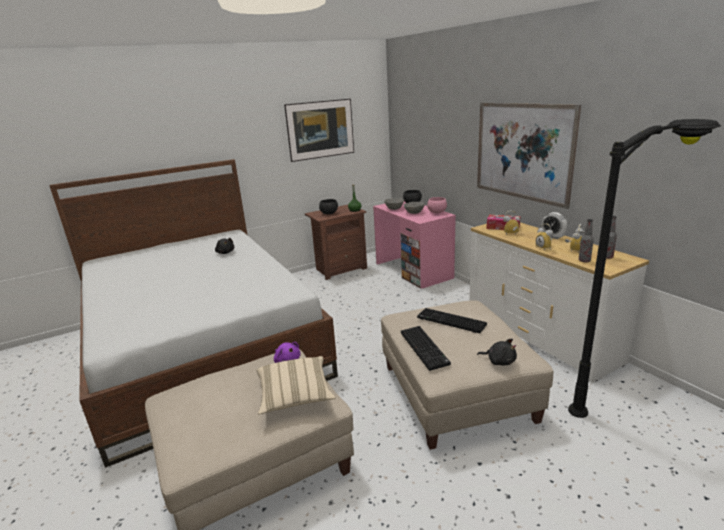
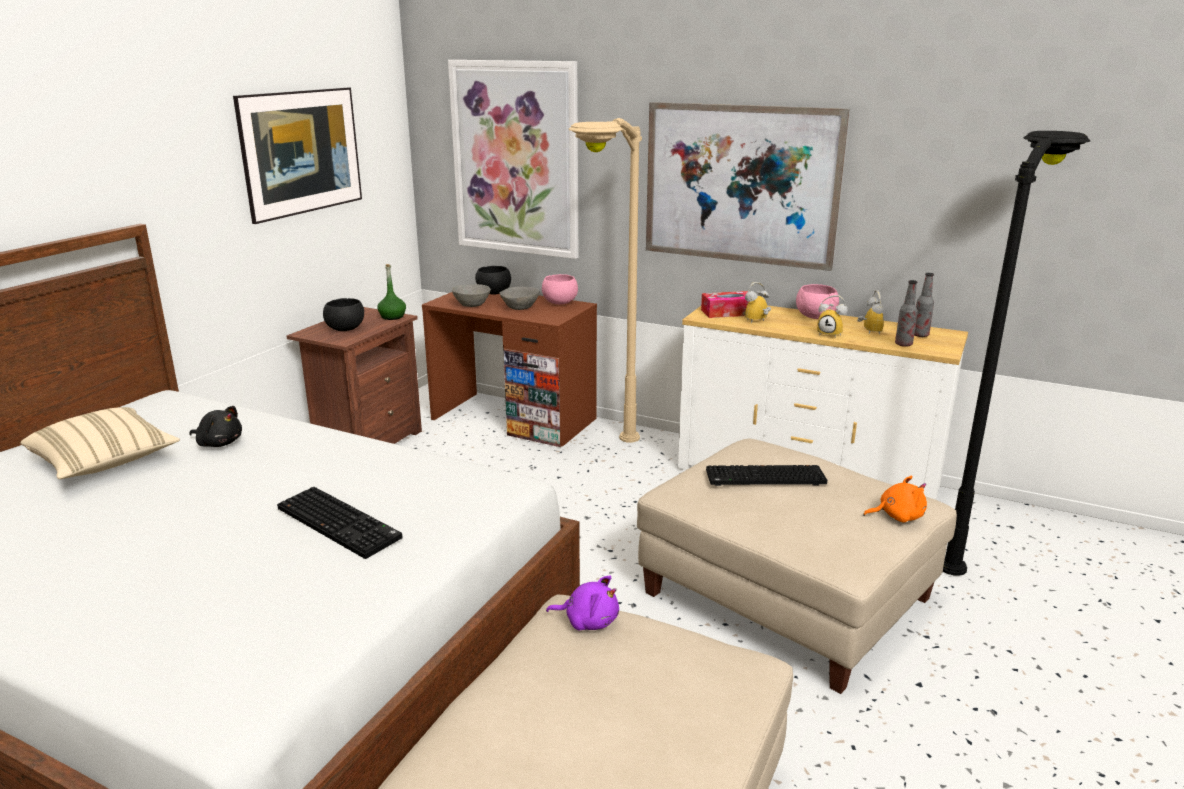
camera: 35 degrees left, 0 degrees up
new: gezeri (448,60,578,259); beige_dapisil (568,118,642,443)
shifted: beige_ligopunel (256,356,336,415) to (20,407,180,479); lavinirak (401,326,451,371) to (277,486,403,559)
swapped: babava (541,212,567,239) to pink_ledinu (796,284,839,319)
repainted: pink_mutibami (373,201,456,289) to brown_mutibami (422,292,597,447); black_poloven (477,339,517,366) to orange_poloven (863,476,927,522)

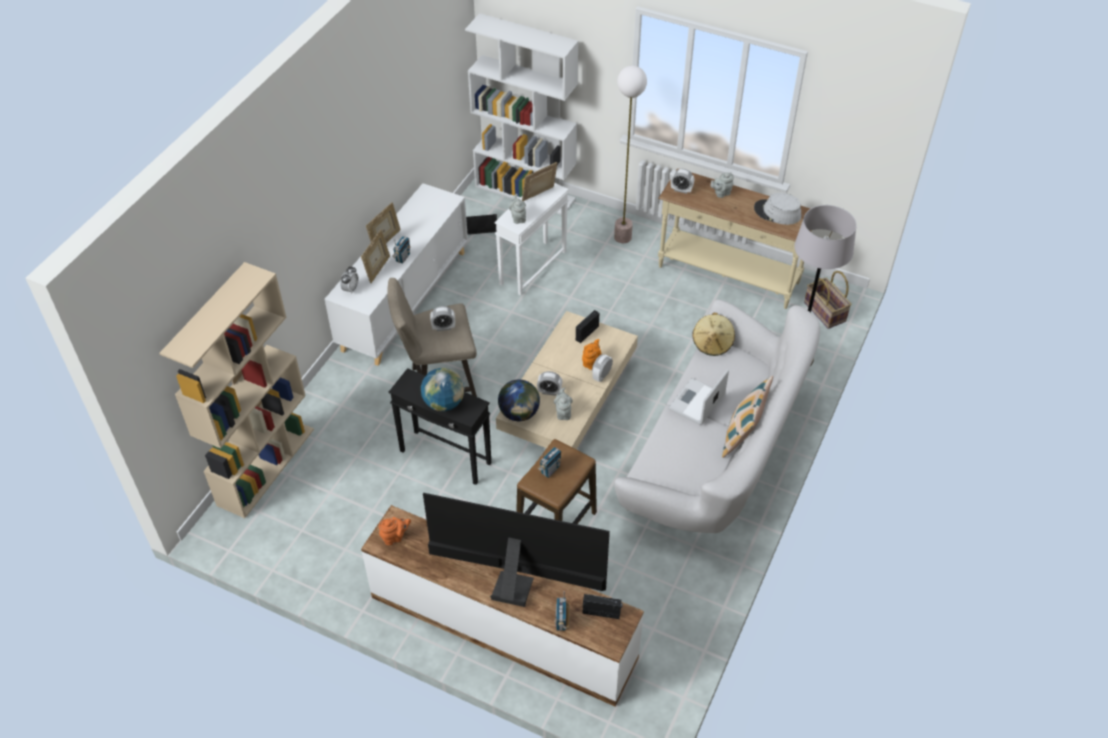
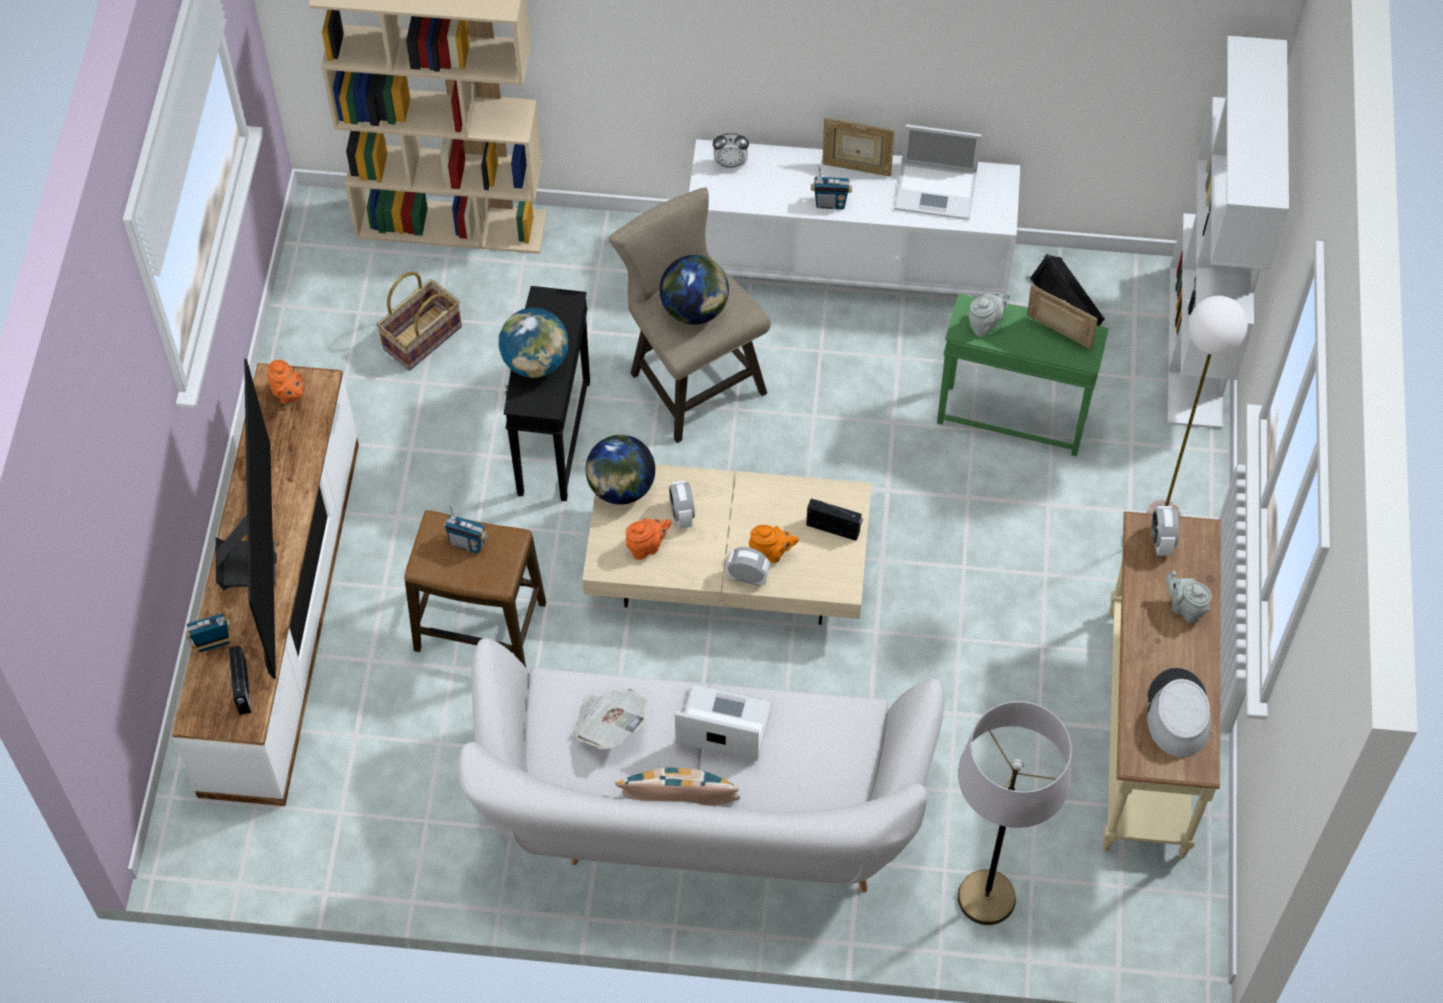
camera: 70 degrees right, 10 degrees up
gone: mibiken (361,229,390,283); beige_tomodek (692,313,735,356)
new: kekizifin (572,689,647,749); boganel (894,124,982,220)
shifted: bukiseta (804,271,852,329) to (377,272,462,370)
swapped: babava (430,306,455,331) to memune (660,255,729,325)
repainted: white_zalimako (494,183,569,296) to green_zalimako (937,294,1109,456); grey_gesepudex (554,387,573,420) to orange_gesepudex (626,518,671,560)

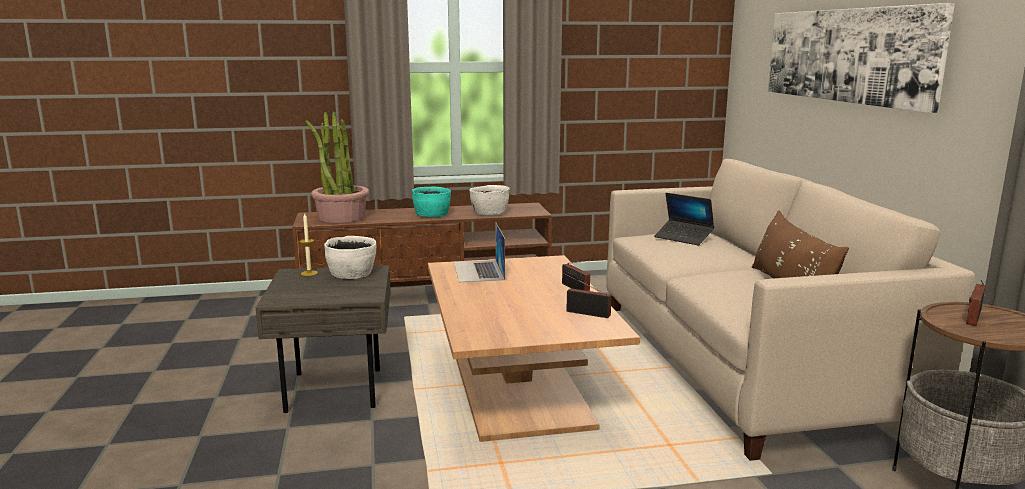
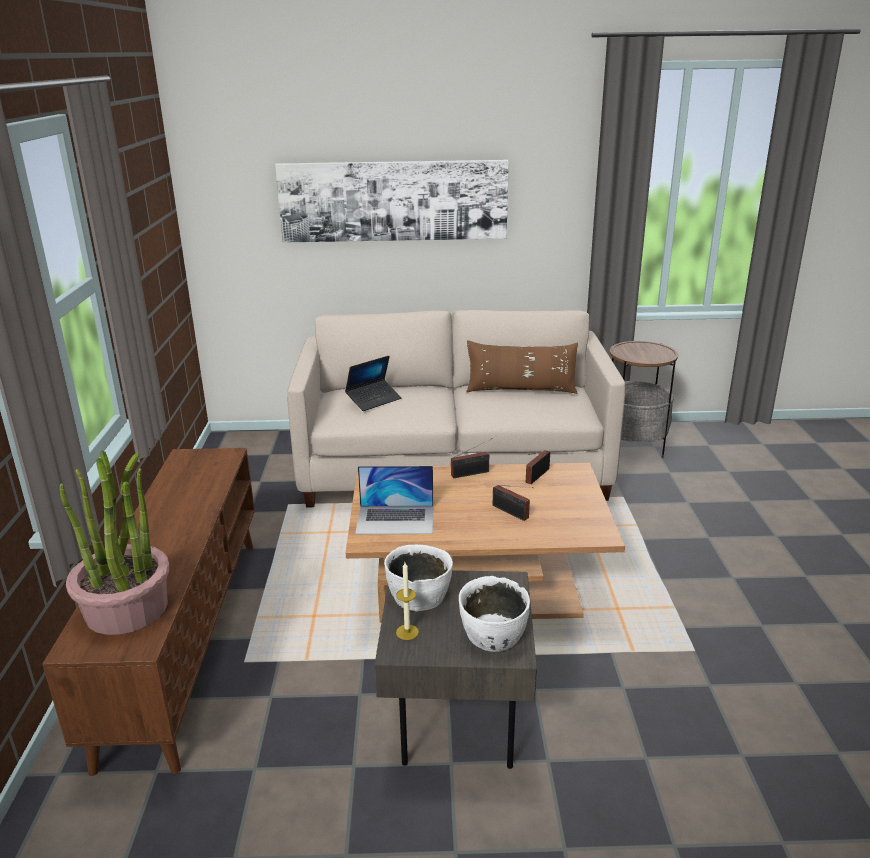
camera: 80 degrees left, 10 degrees up
gone: turquoise_ledinu (412,187,451,217)
shifted: white_ledinu (469,185,510,215) to (459,576,530,652); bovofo (966,280,986,326) to (493,485,533,521)

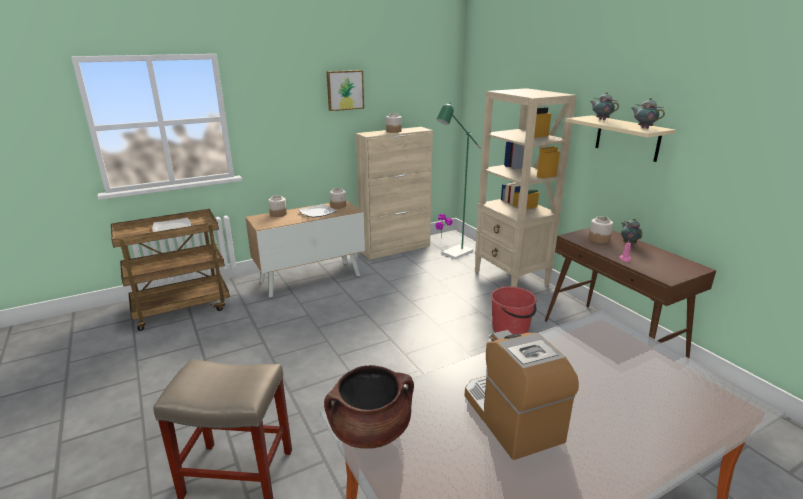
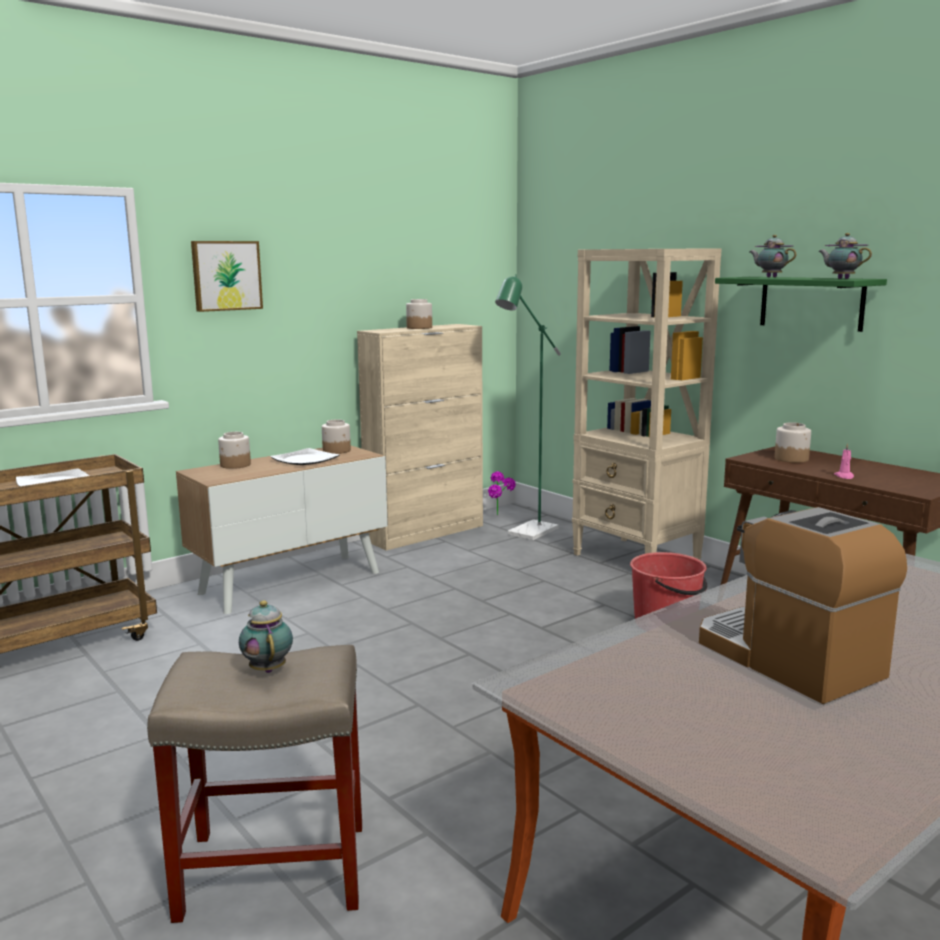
camera: 10 degrees left, 10 degrees down
gone: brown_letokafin (324,365,414,448)
shifted: gezeri (327,70,364,111) to (191,241,263,312); gesepudex (621,218,642,245) to (239,600,293,673)
repainted: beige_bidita (565,115,676,162) to green_bidita (715,277,887,332)

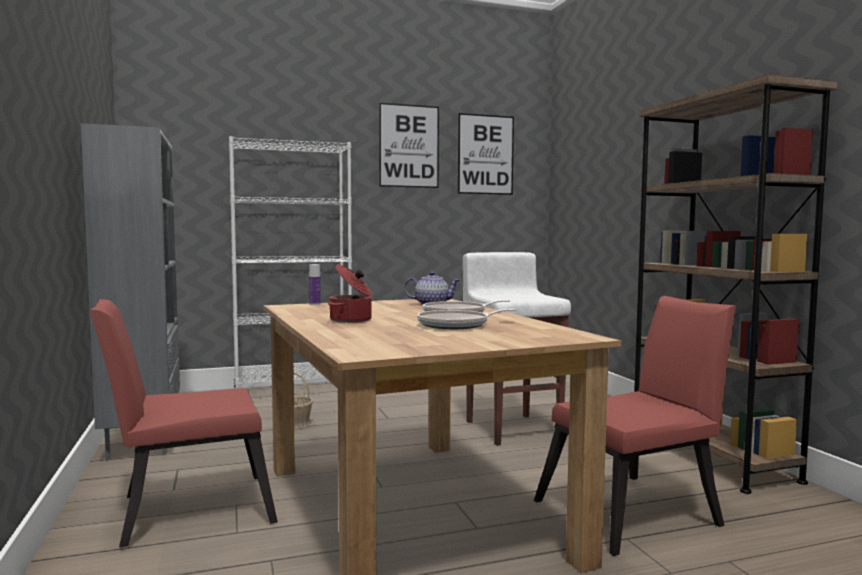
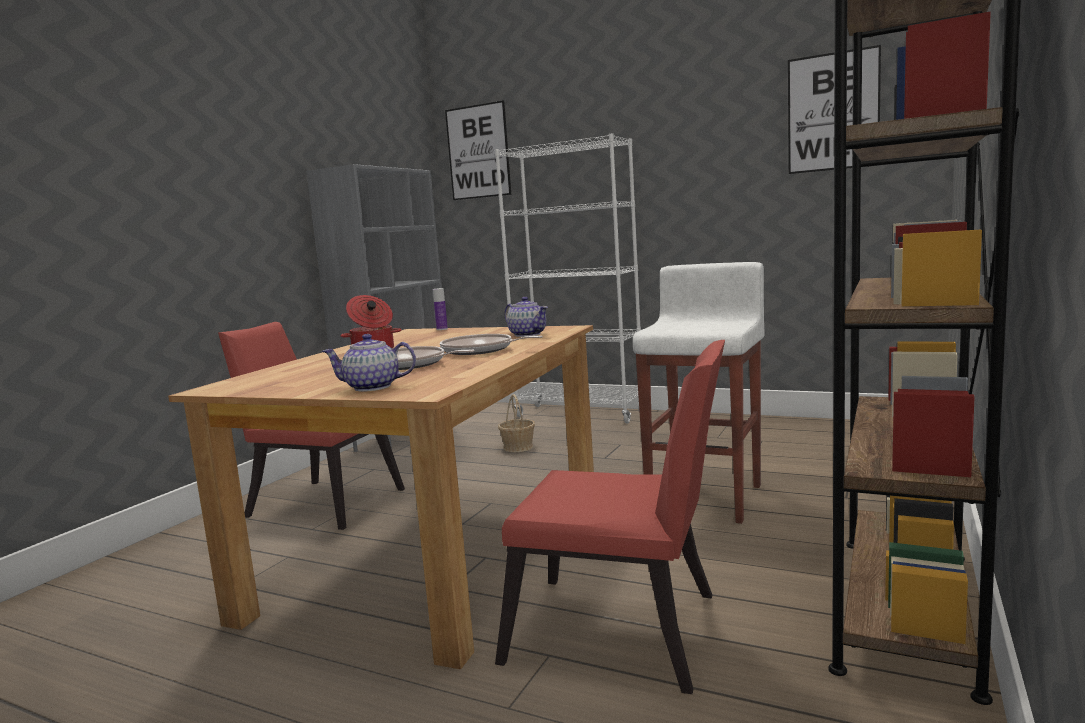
camera: 45 degrees right, 5 degrees up
new: gesepudex (322,334,416,392)
shifted: gezeri (379,103,439,188) to (445,100,511,200)

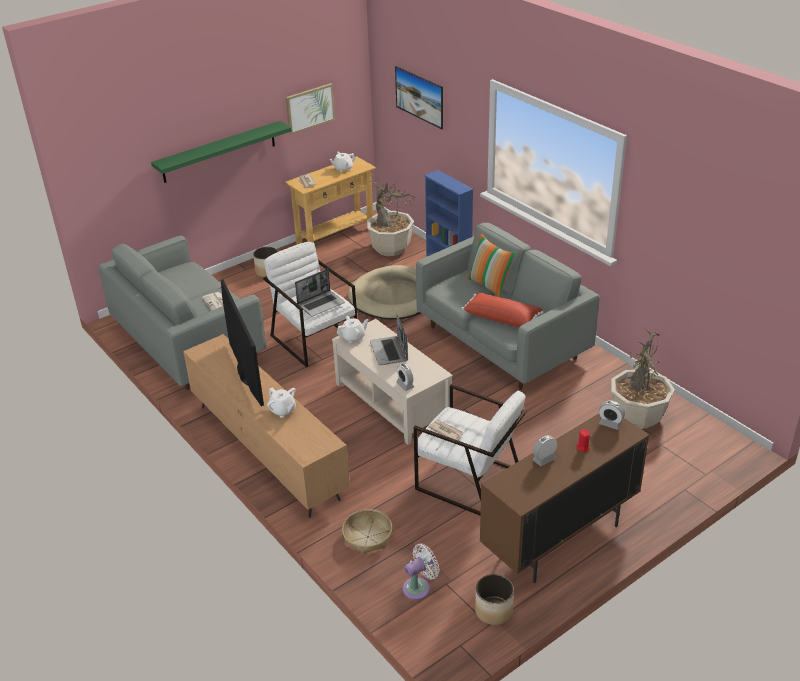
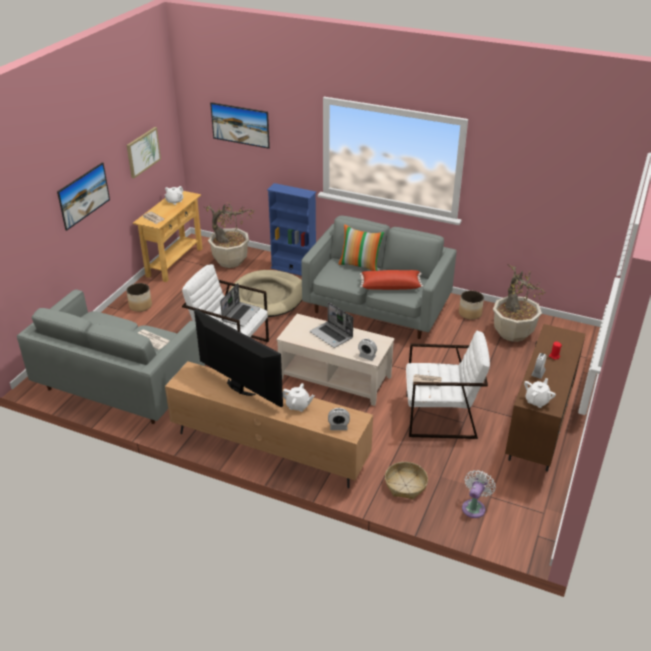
camera: 30 degrees left, 0 degrees up
shifted: white_gesepudex (337,316,368,343) to (524,378,556,408); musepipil (475,574,514,625) to (459,290,484,320); babava (599,400,625,430) to (328,408,350,430)
swapped: green_bidita (151,121,292,183) to gezeri (57,162,110,231)

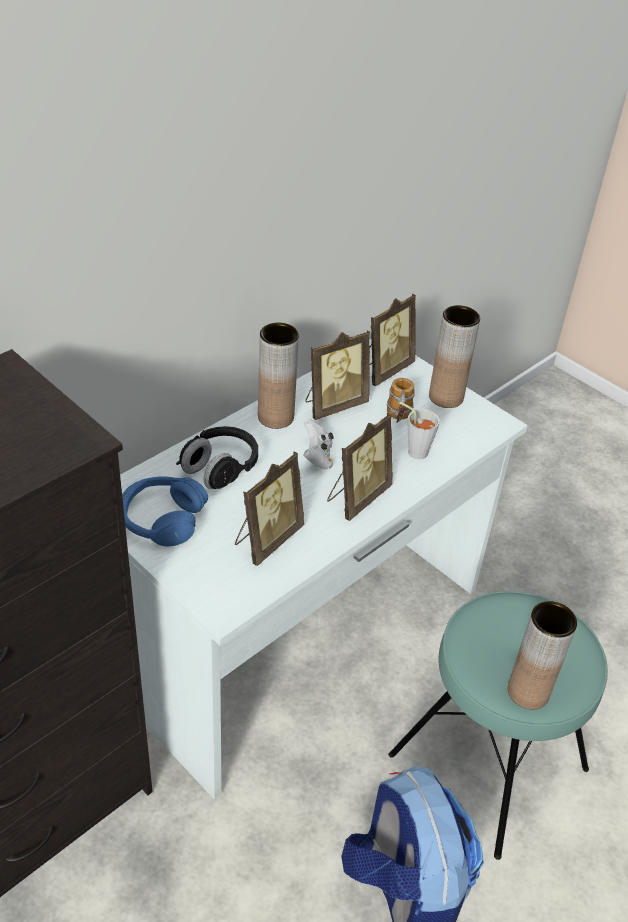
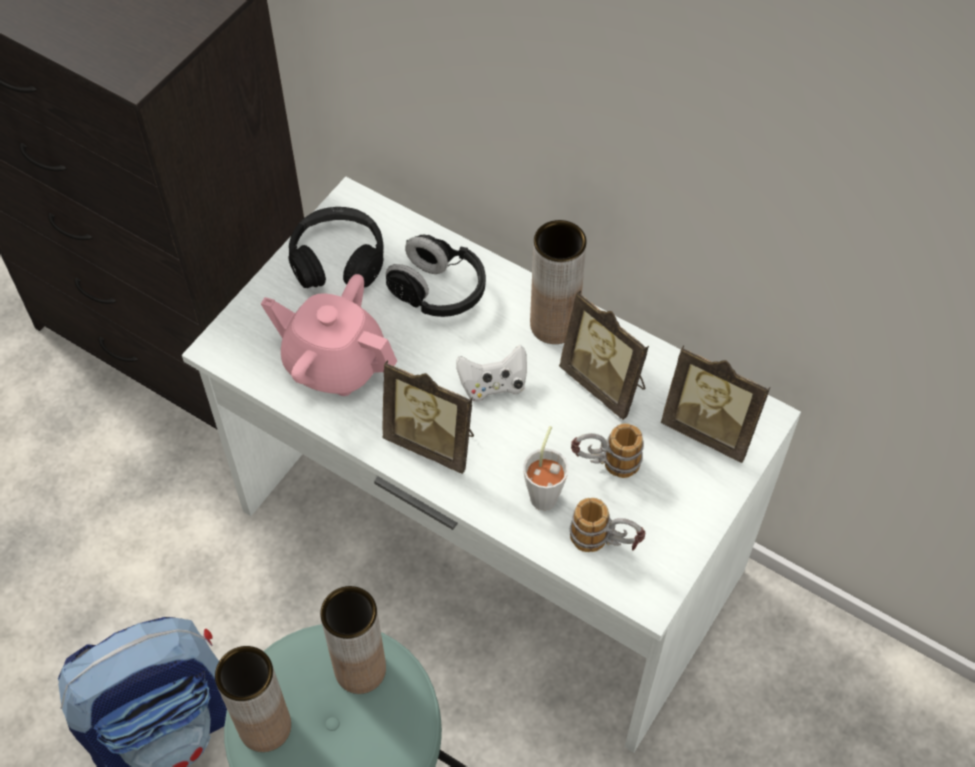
camera: 80 degrees right, 15 degrees up
new: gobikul (570,498,645,552)
shifted: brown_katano (429,305,480,408) to (320,586,386,694)
swapped: mibiken (235,451,304,566) to pink_gesepudex (261,274,397,396)
repainted: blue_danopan (122,476,208,547) to black_danopan (288,207,384,288)

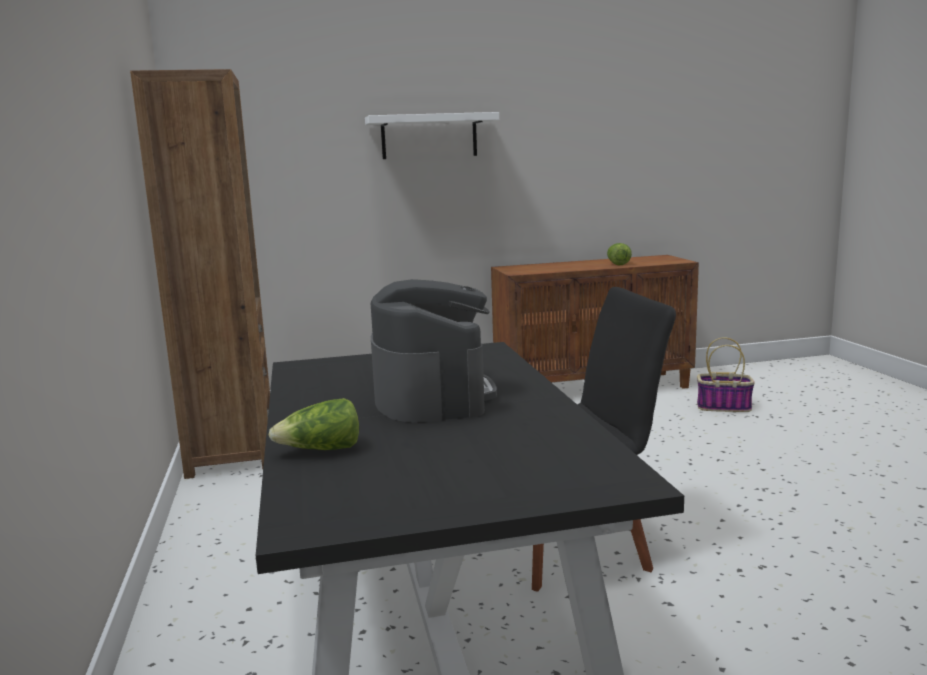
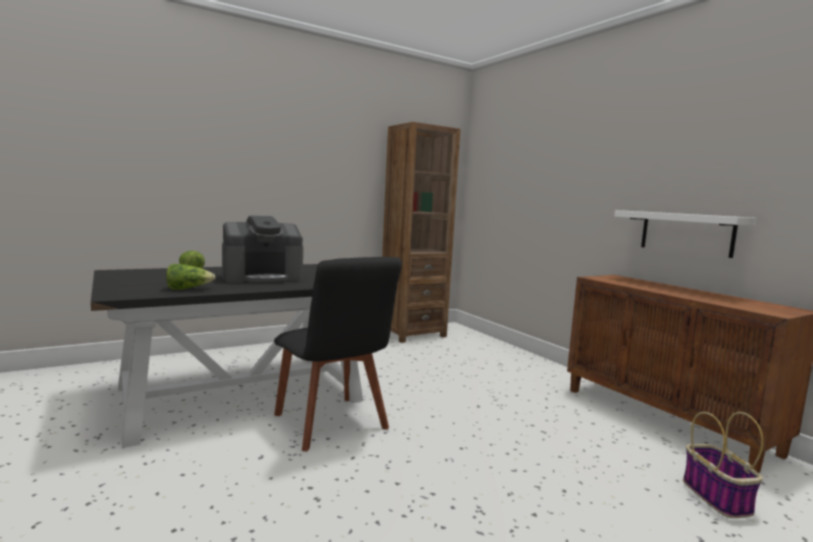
camera: 70 degrees right, 5 degrees down
shifted: white_bidita (365,112,499,159) to (614,210,756,258); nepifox (607,243,632,265) to (166,264,215,290)

